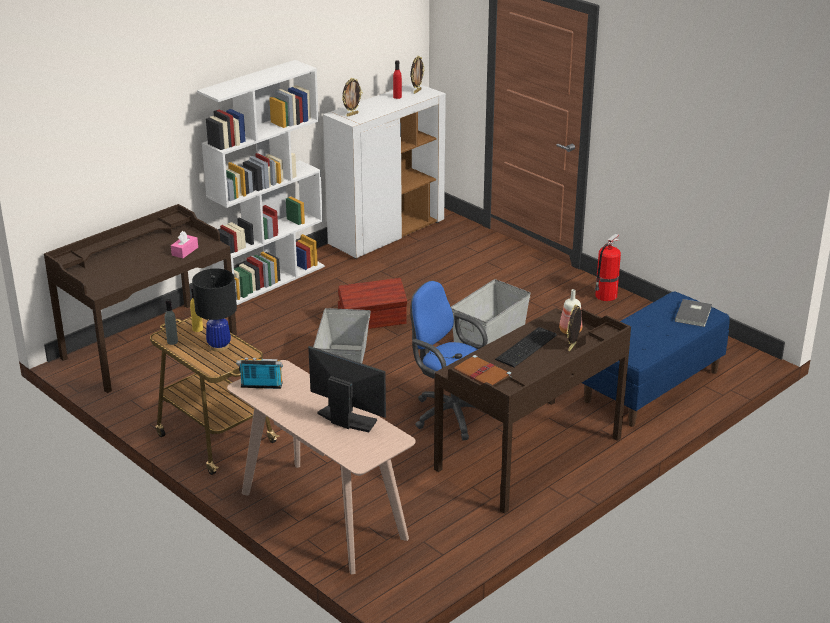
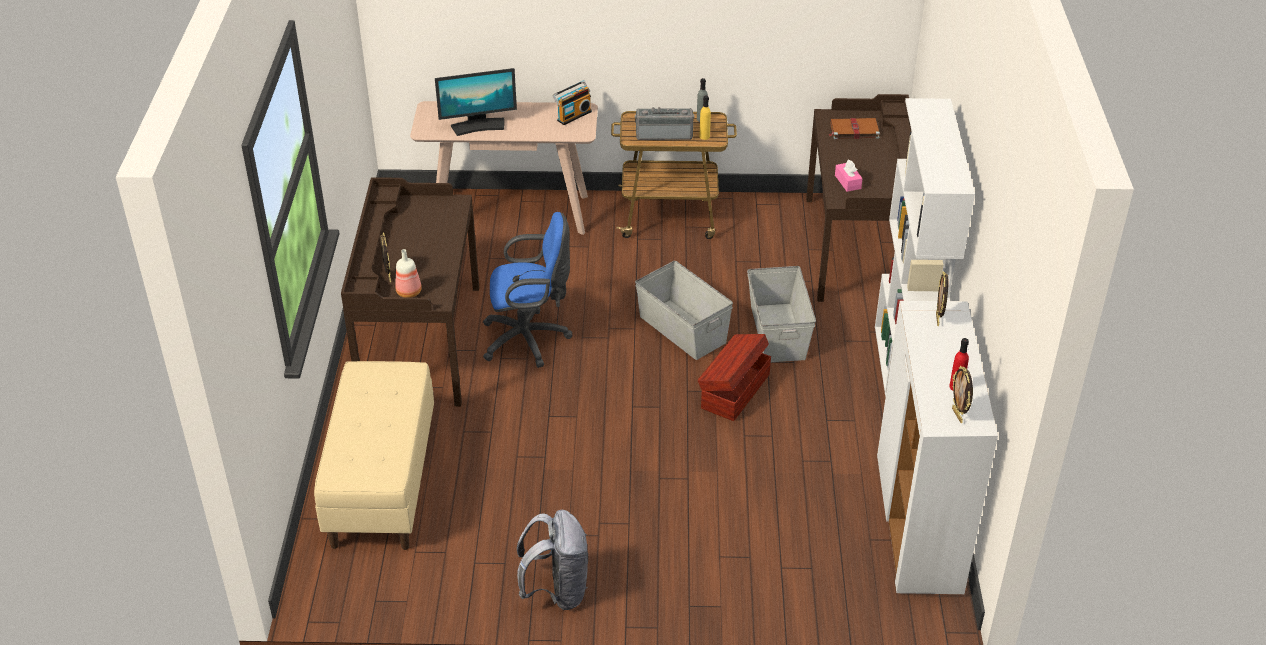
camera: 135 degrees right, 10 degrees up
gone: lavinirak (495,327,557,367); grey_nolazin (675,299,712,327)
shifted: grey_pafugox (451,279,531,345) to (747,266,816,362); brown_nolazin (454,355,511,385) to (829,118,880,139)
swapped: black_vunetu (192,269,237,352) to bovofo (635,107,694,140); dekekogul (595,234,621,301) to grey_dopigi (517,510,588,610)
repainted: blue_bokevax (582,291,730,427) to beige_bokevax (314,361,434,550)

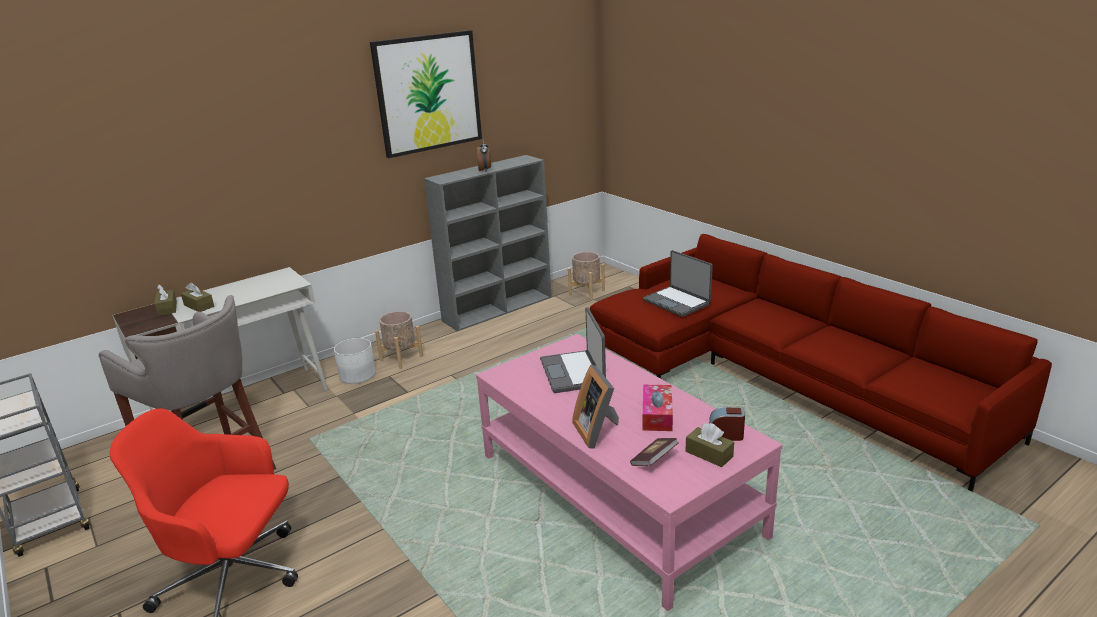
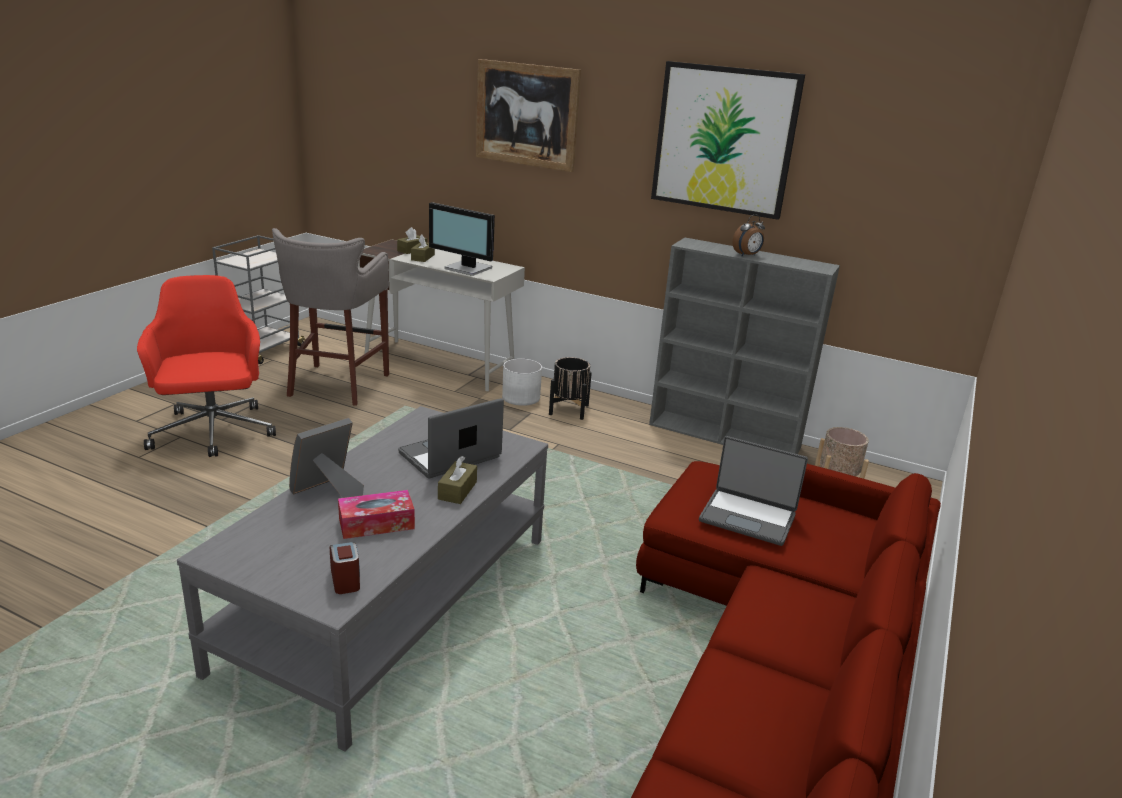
camera: 60 degrees right, 0 degrees up
gone: nolazin (630,438,678,466)
new: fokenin (429,202,495,276); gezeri (476,59,581,172)
shifted: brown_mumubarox (686,423,734,467) to (438,456,477,504)
repainted: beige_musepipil (375,311,423,369) to black_musepipil (549,357,592,420); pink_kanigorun (476,334,782,611) to grey_kanigorun (177,406,548,751)
rotated: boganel (643,250,713,317) = (699,436,808,546) 90 degrees counterclockwise

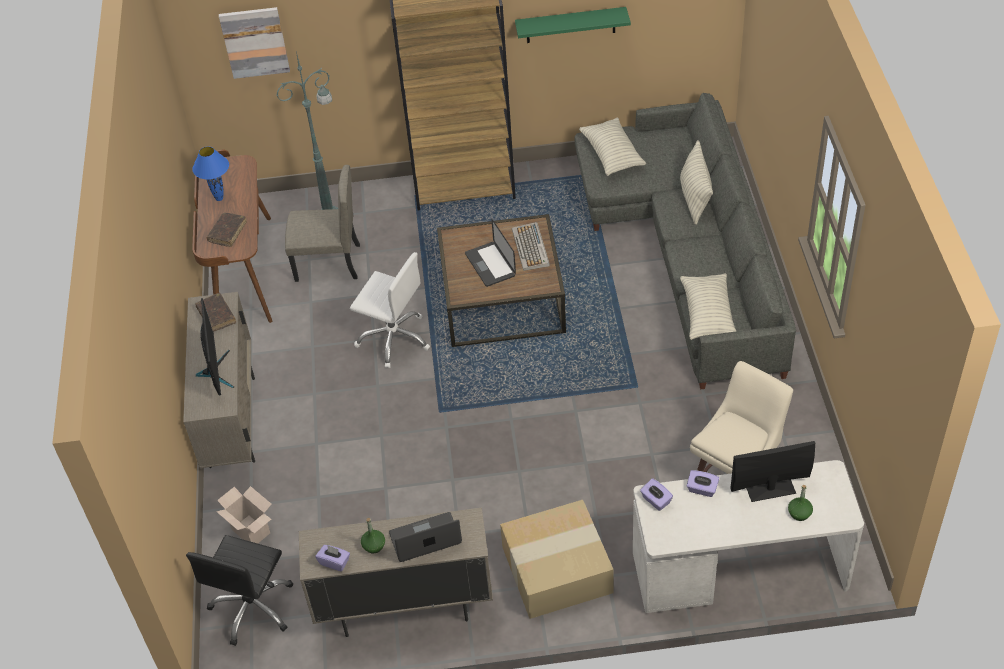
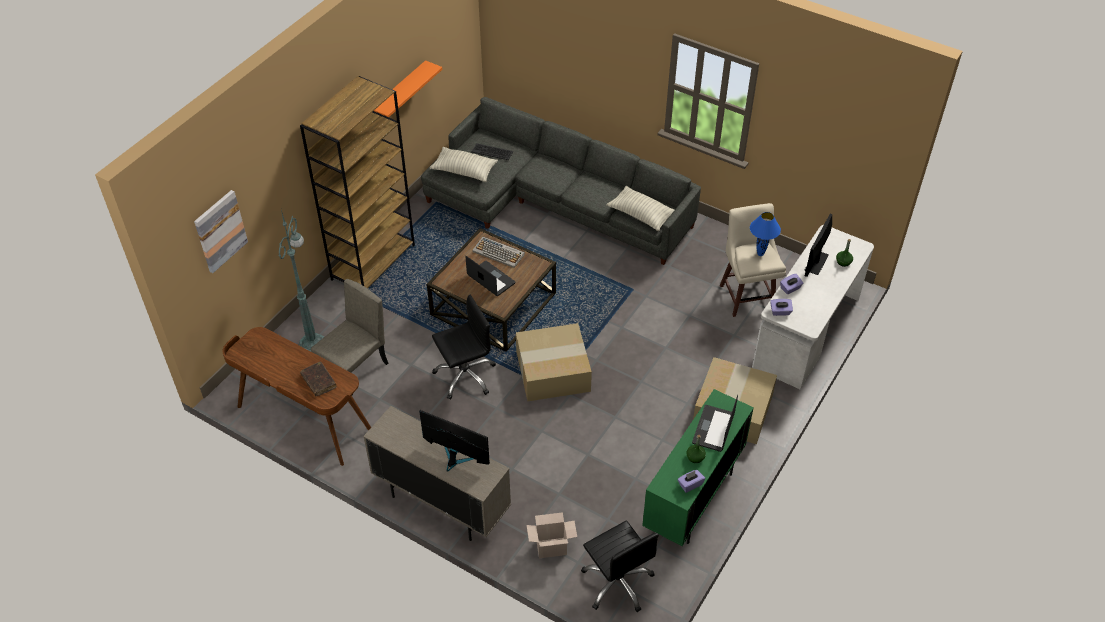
camera: 55 degrees left, 0 degrees up
gone: brown_nolazin (195,293,236,332); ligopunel (680,140,713,225)
new: lavinirak (472,143,513,160); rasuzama (516,323,592,401)
shifted: blue_vunetu (192,147,229,201) to (750,212,781,256)
repainted: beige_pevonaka (299,507,493,637) to green_pevonaka (642,389,754,546); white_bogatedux (350,252,430,368) to black_bogatedux (432,295,496,400); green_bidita (515,7,631,43) to orange_bidita (374,60,442,117)
rotated: boganel (465,219,516,287) = (465,256,515,296) 150 degrees counterclockwise

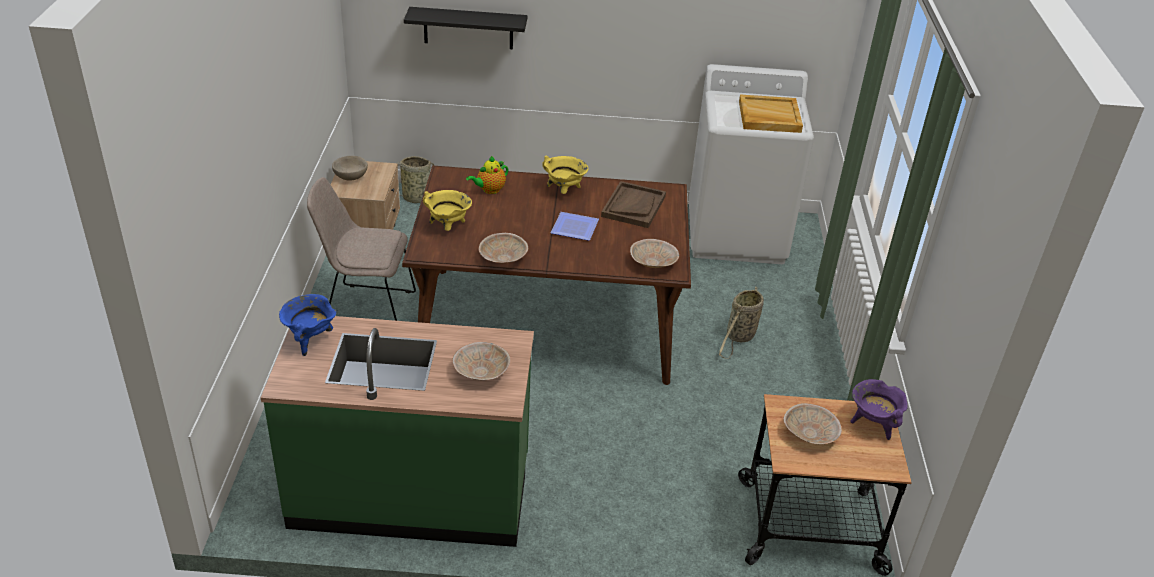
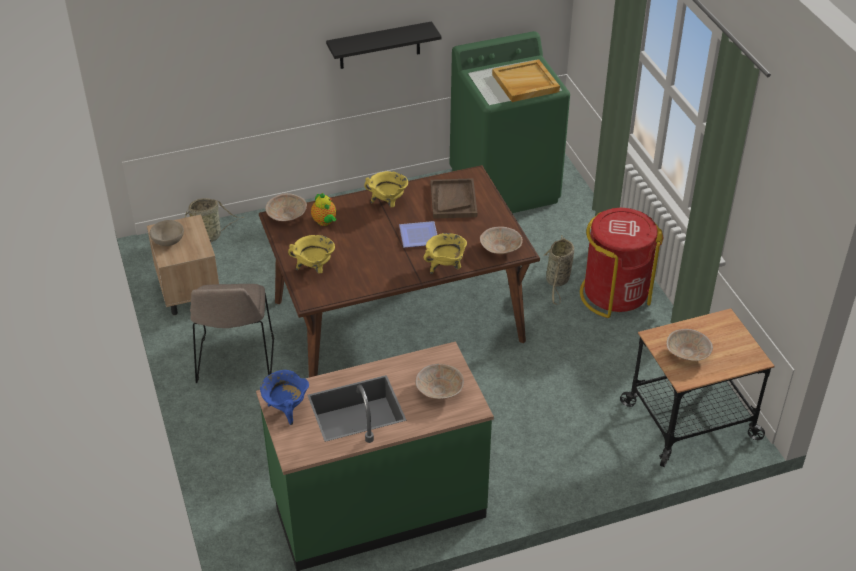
camera: 20 degrees left, 5 degrees up
gone: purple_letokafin (851,379,908,440)
new: yellow_letokafin (424,233,467,274); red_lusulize (580,208,663,318)
shifted: black_bidita (404,7,528,49) to (326,21,442,69); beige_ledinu (479,233,528,263) to (266,193,307,221)
repainted: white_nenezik (689,64,814,264) to green_nenezik (450,31,570,213)
rotated: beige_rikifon (307,177,416,321) = (190,284,274,383) 75 degrees counterclockwise; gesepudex (466,156,508,194) = (311,193,336,226) 60 degrees counterclockwise

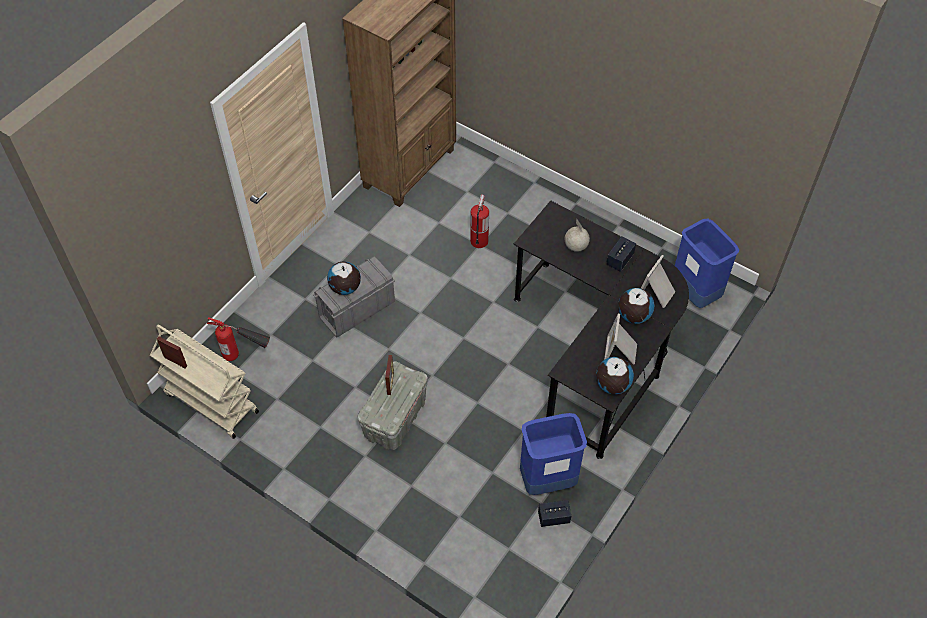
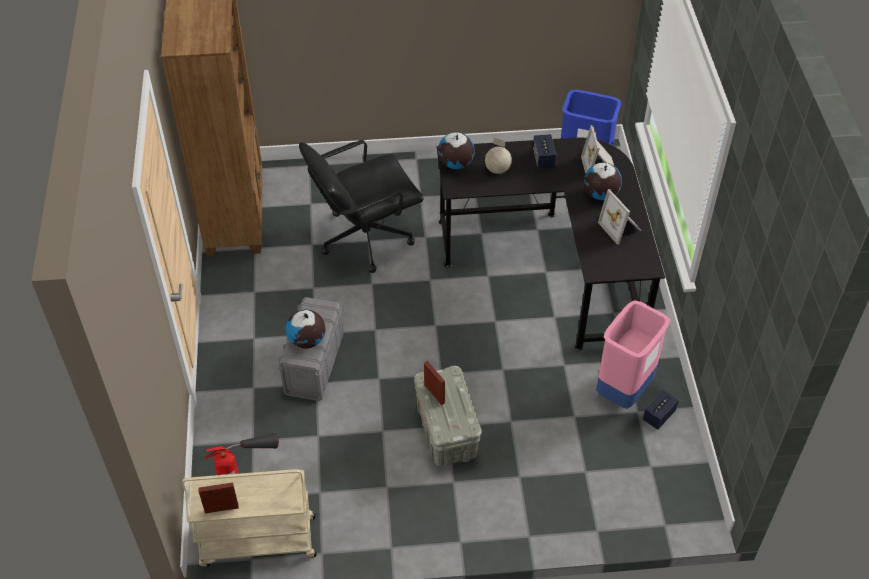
camera: 40 degrees left, 5 degrees down
shifted: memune (596,357,634,394) to (438,132,475,169)
swapped: dekekogul (470,195,489,248) to black_bogatedux (299,140,424,273)
repainted: blue_lusulize (520,413,587,495) to pink_lusulize (596,300,670,409)

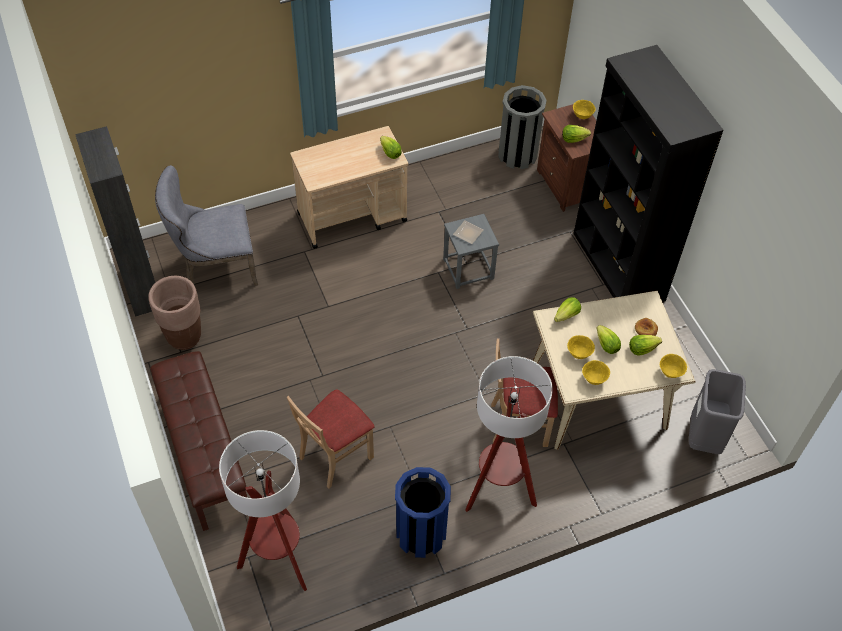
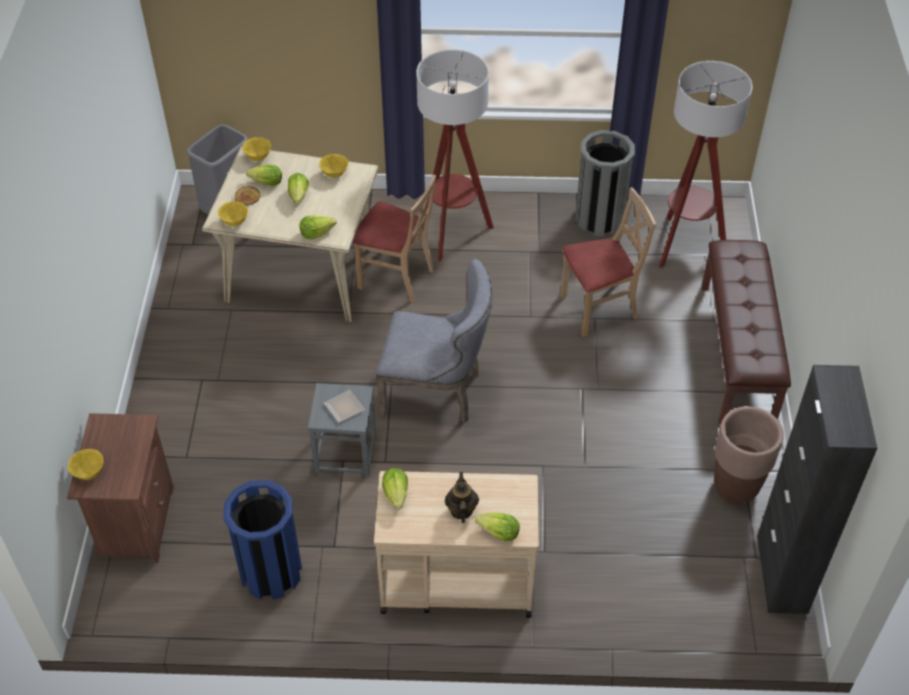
camera: 155 degrees left, 5 degrees down
gone: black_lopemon (573,45,723,302)
new: gesepudex (445,472,479,523)
shifted: grey_rikifon (155,165,258,286) to (376,259,493,423); blue_lusulize (395,467,451,558) to (223,480,302,600); grey_lusulize (498,85,547,169) to (575,130,635,236); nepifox (562,125,591,143) to (475,513,520,541); yellow_ledinu (567,335,595,359) to (218,201,248,226)

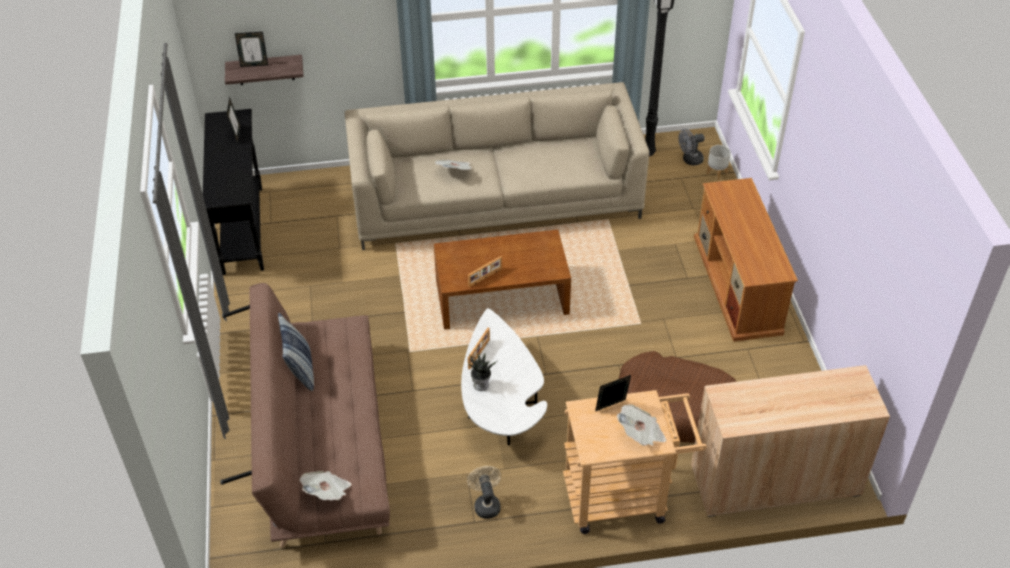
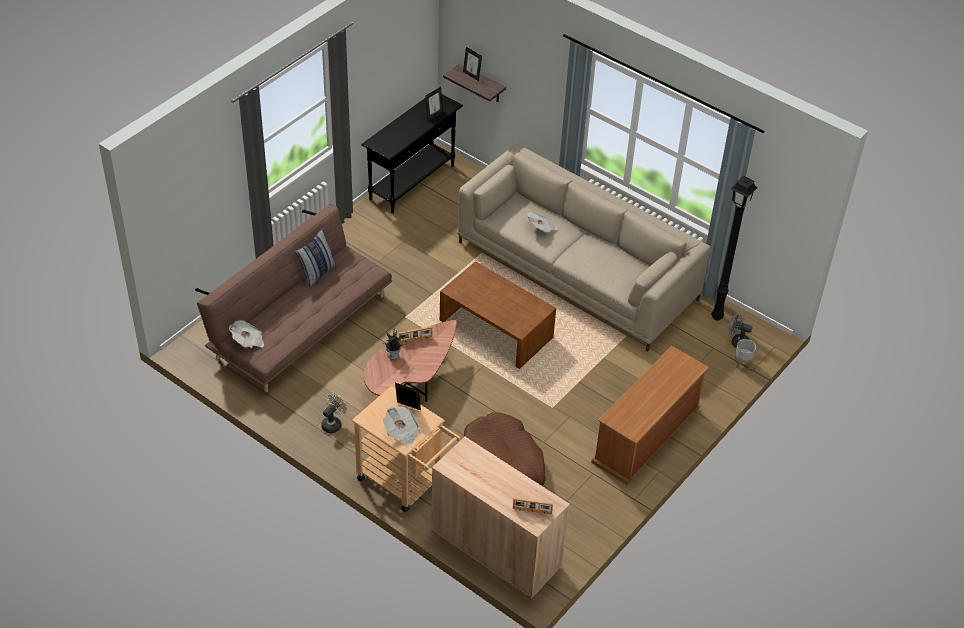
camera: 45 degrees right, 0 degrees up
shifted: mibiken (468,256,502,287) to (513,498,553,514)
repainted: white_kanigorun (461,308,547,445) to brown_kanigorun (363,320,456,402)

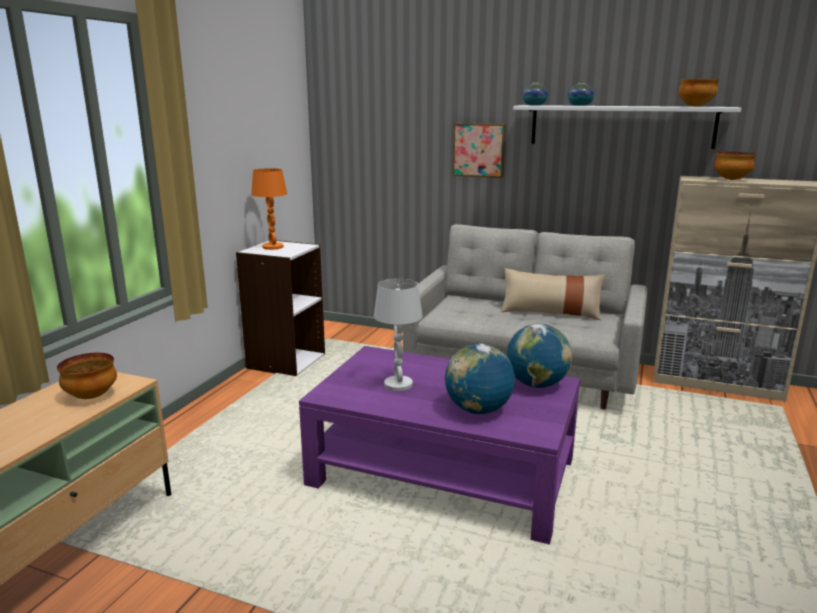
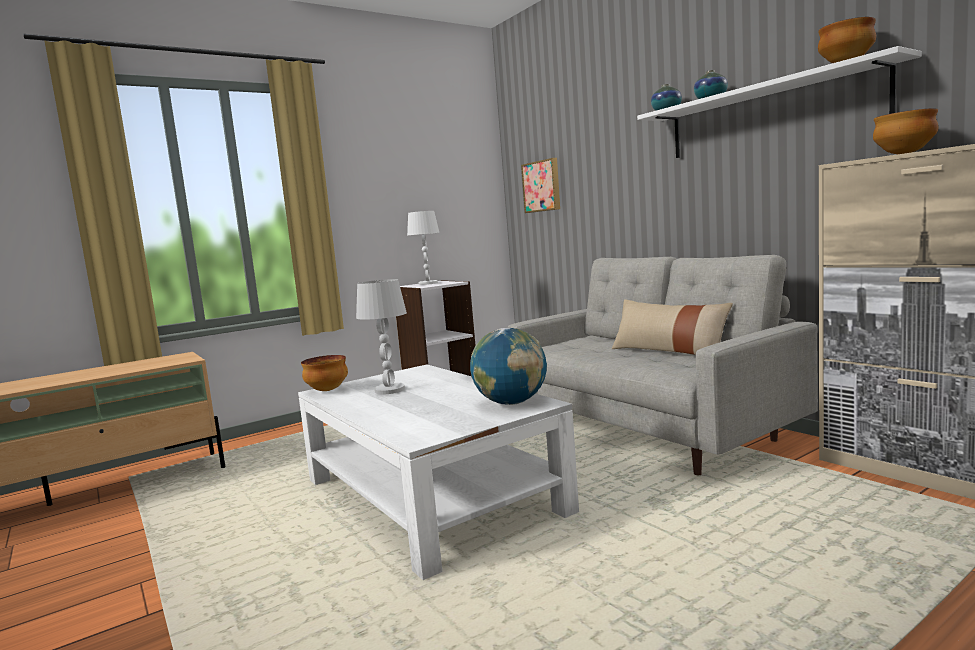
camera: 35 degrees right, 10 degrees down
gone: memune (445,344,515,414)
shifted: ledinu (57,353,117,399) to (301,355,348,391); gezeri (452,123,506,178) to (521,158,560,213)
repainted: orange_vunetu (251,168,287,250) to white_vunetu (407,211,439,285); purple_kanigorun (299,346,580,545) to white_kanigorun (298,364,579,580)

